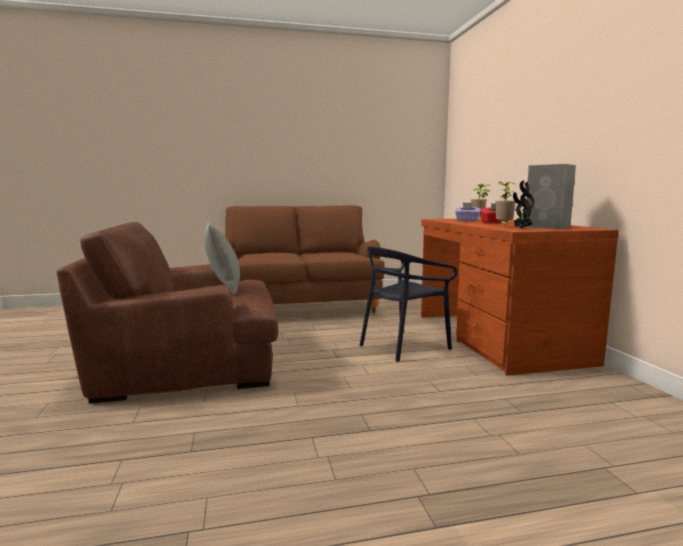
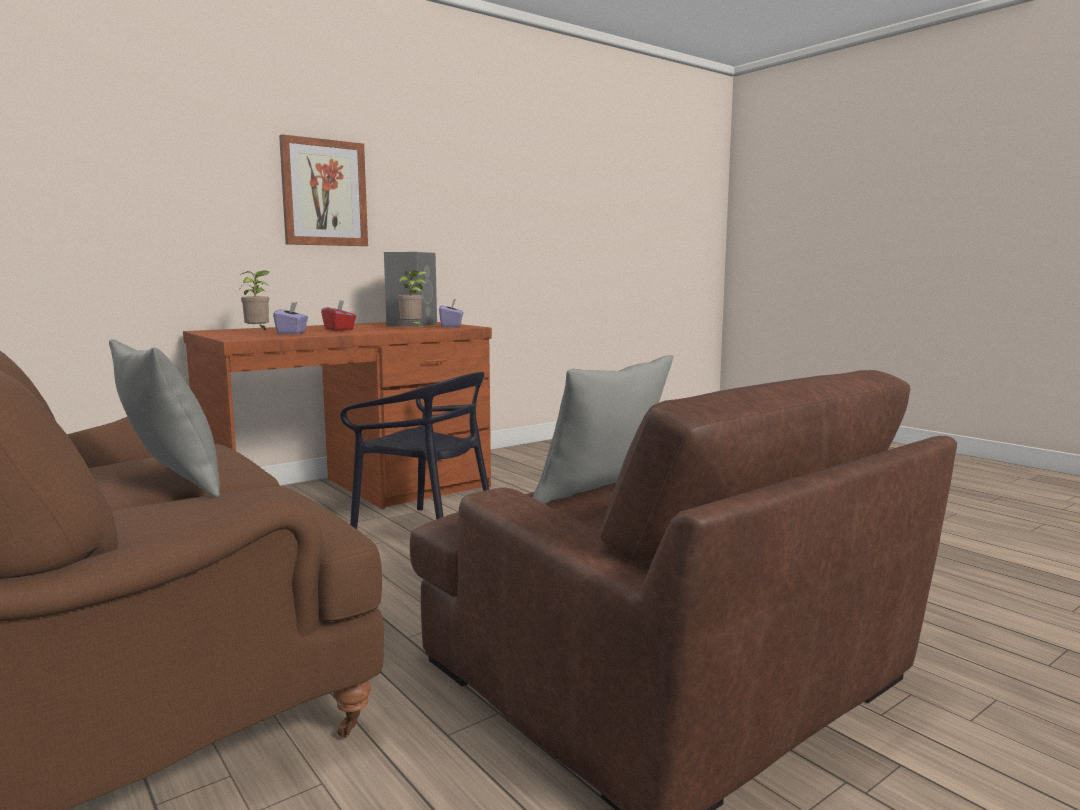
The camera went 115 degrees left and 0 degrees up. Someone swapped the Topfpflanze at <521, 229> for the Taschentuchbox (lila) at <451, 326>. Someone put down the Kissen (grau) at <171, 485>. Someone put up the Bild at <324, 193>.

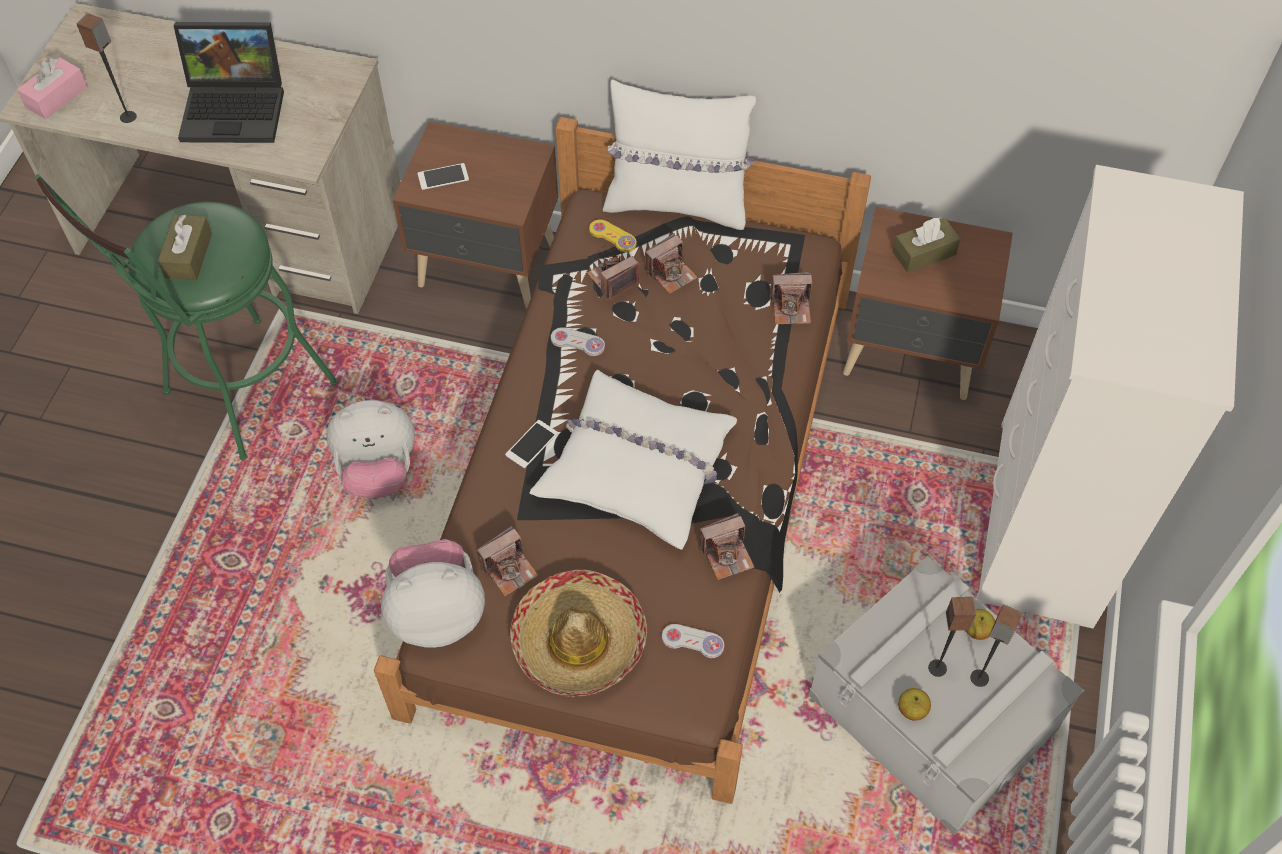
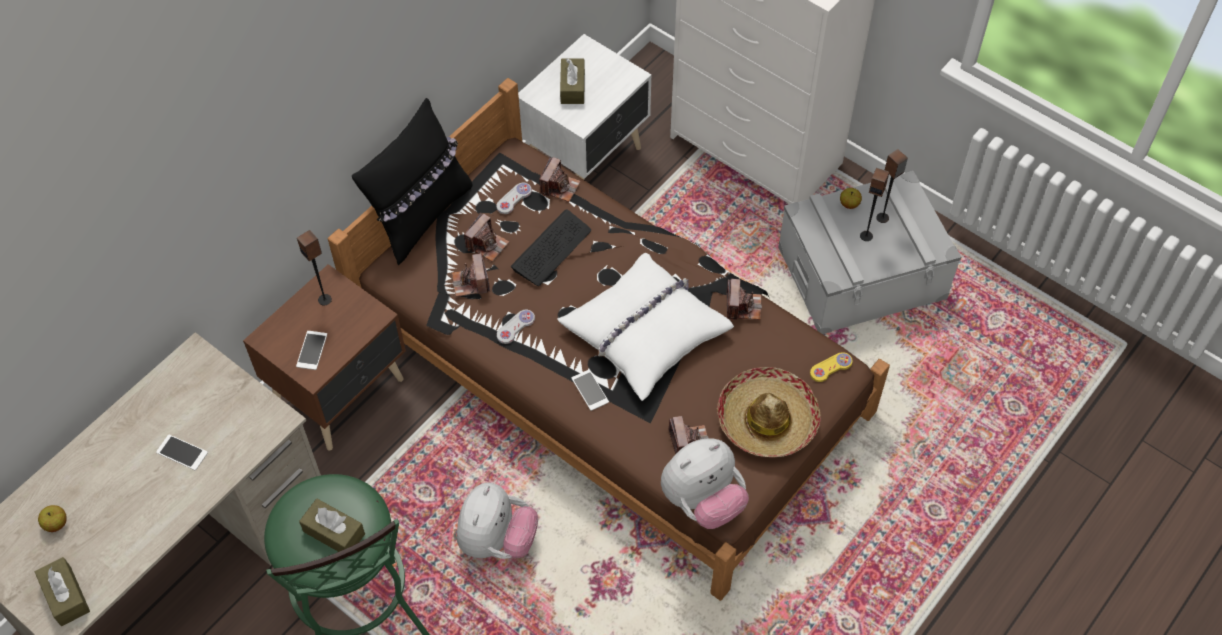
The camera went 65 degrees left and 0 degrees up. Someone repainted the Taschentuchbox (rosa) at <56, 97>, which became the Taschentuchbox (braun) at <66, 596>. Someone carried the Lautsprecher from <128, 117> to <325, 299>. Someone swapped the Laptop at <237, 108> for the Handy at <182, 452>. Someone rotated the Plüschtier at <437, 613> by 135 degrees counterclockwise. Someone carried the Gamepad (gelb) from <612, 237> to <830, 368>. Someone repainted the Kissen (weiß) at <677, 204>, which became the Kissen (schwarz) at <421, 216>. Someone rotated the Kamera at <671, 273> by 45 degrees clockwise. Someone carried the Gamepad (weiß) from <692, 641> to <514, 199>. Someone repainted the Nachttisch (braun) at <912, 354>, which became the Nachttisch (weiß) at <587, 159>. Someone carried the Apfel from <912, 710> to <56, 524>. Someone put down the Tastatur at <551, 249>.

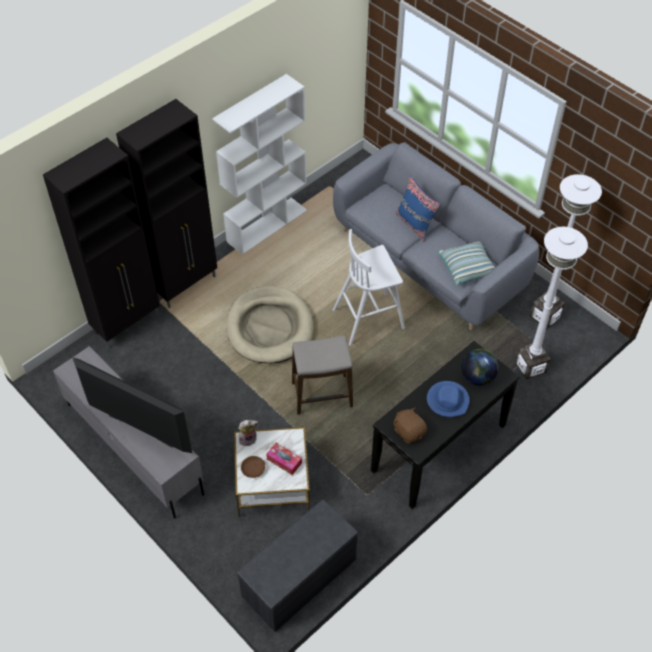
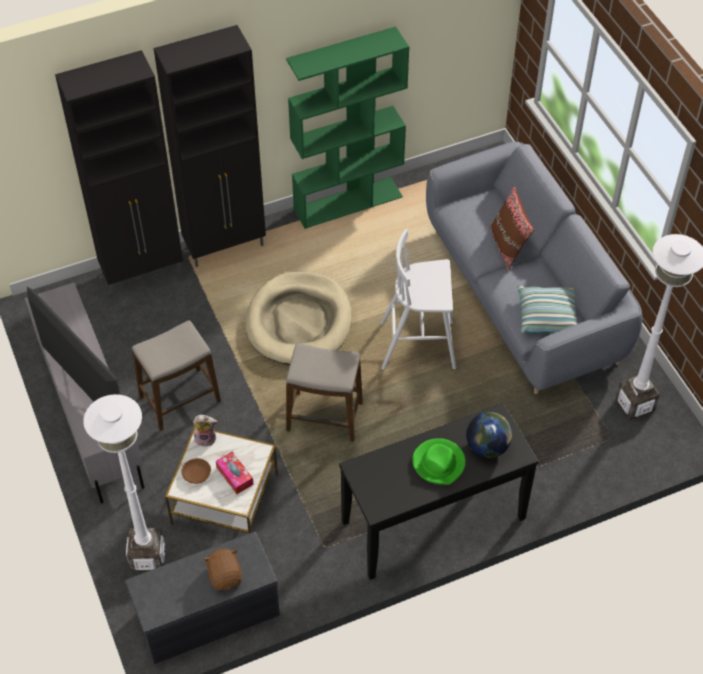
The camera went 20 degrees right and 0 degrees up. Someone repainted the Bücherregal (weiß) at <267, 225>, which became the Bücherregal (grün) at <348, 202>. Someone carried the Plüschtier (braun) from <409, 431> to <225, 576>. Someone repainted the Kissen (blau) at <415, 224>, which became the Kissen (braun) at <508, 247>. Someone repainted the Hut (blau) at <448, 400>, which became the Hut (grün) at <439, 463>. Someone carried the Stehlampe (weiß) from <531, 367> to <147, 557>. Someone put down the Hocker at <179, 399>.

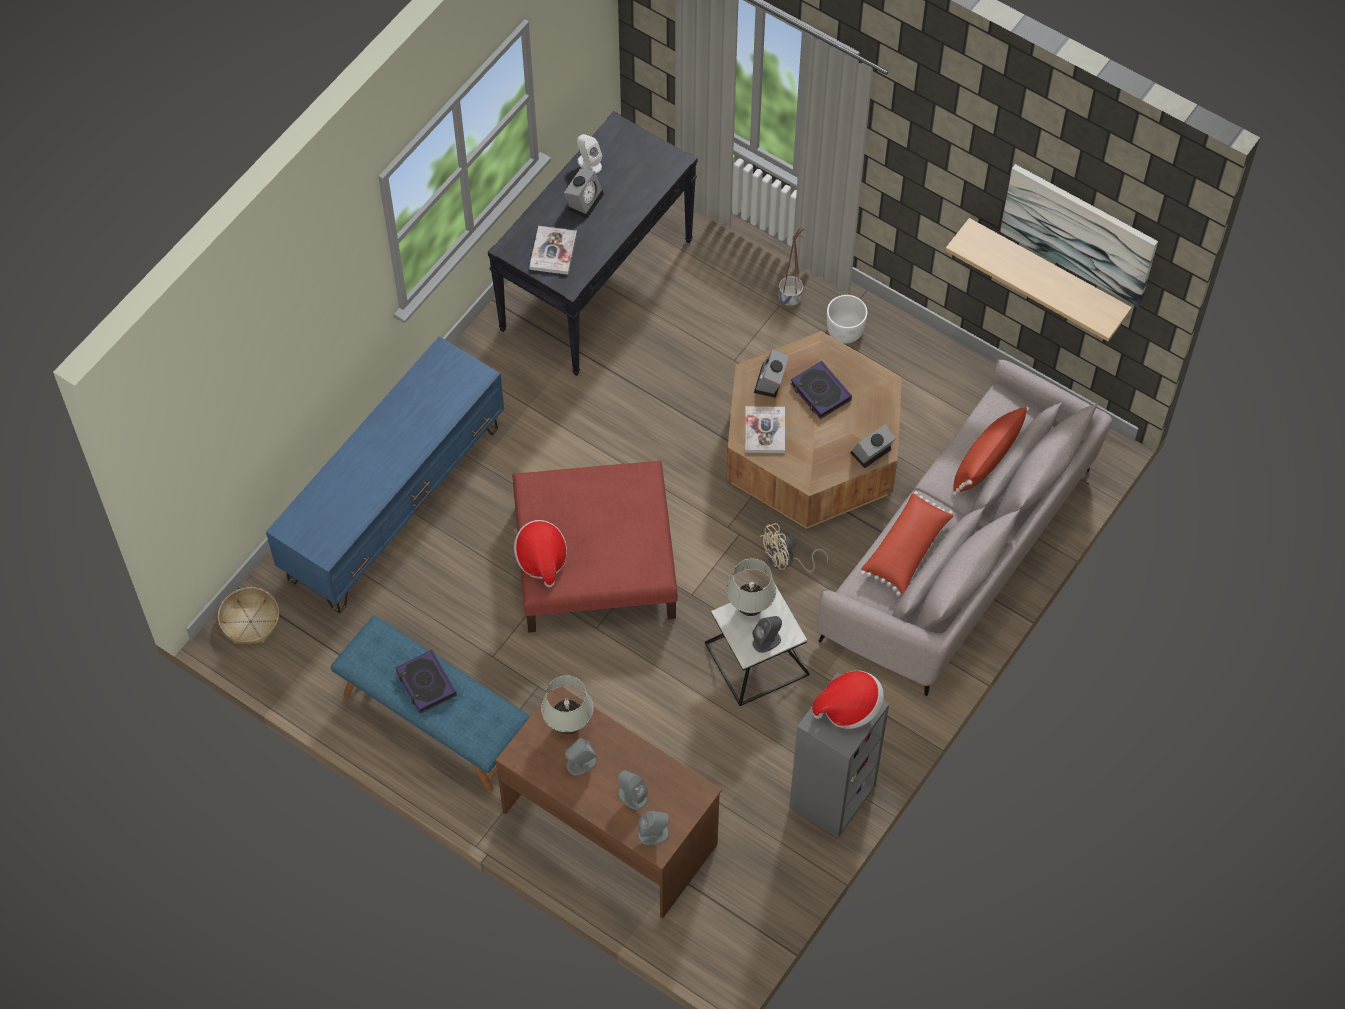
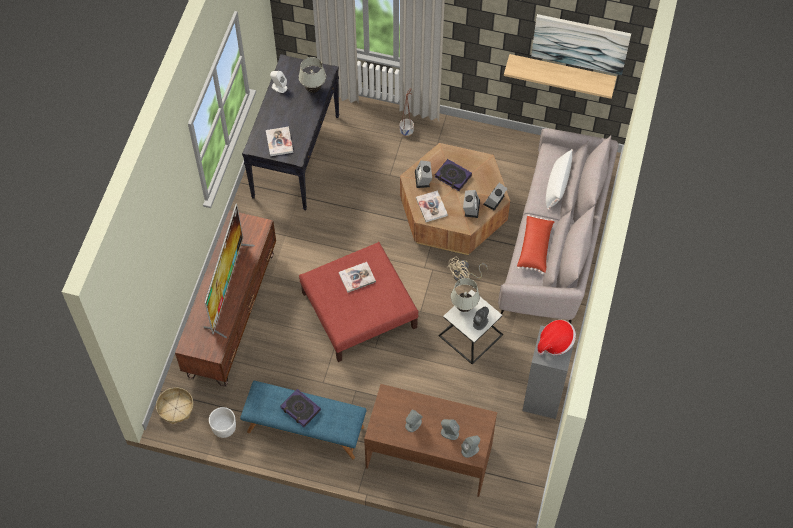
The camera went 20 degrees left and 0 degrees up. Someone repainted the Fernsehschrank (blau) at <395, 502>, which became the Fernsehschrank (braun) at <232, 313>. Someone took away the Hut at <541, 559>. Someone carried the Tischlampe (weiß) from <568, 725> to <313, 89>. Someone carried the Wecker from <584, 200> to <471, 207>. Someone carried the Pflanzkübel (weiß) from <845, 330> to <224, 428>. Someone repainted the Kissen (rot) at <986, 460>, which became the Kissen (weiß) at <557, 186>. Someone put down the Fernseher at <227, 288>. Someone put down the Buch at <357, 277>.

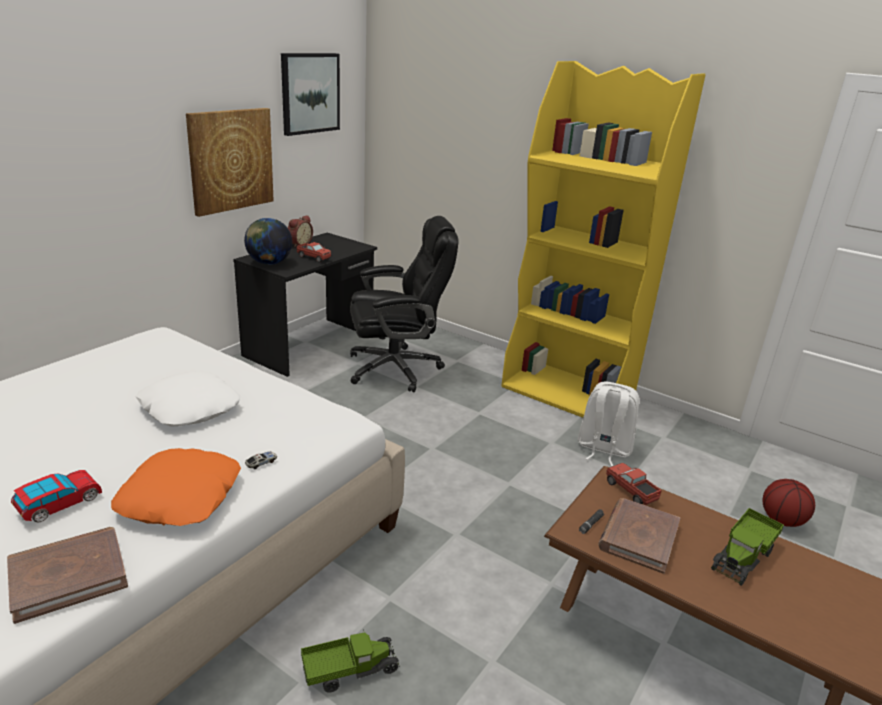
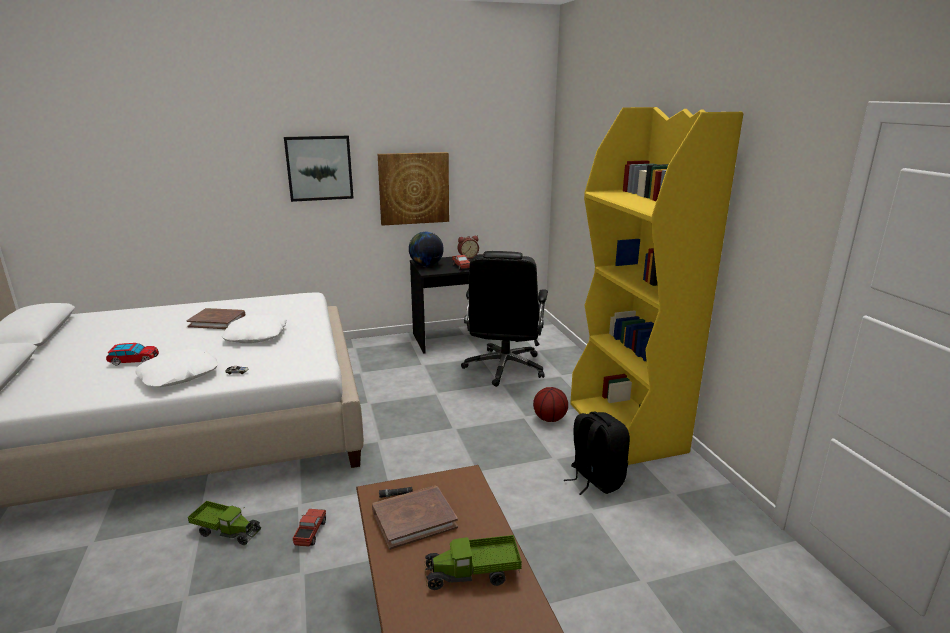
The camera went 40 degrees right and 5 degrees down. Someone carried the Buch (braun) from <68, 576> to <217, 321>. Someone repainted the Kissen (orange) at <181, 497>, which became the Kissen (weiß) at <179, 375>. Someone carried the Bild from <310, 93> to <319, 168>. Someone rotated the Bürostuhl (schwarz) at <396, 368> by 75 degrees clockwise. Someone repainted the Rucksack (weiß) at <603, 449>, which became the Rucksack (schwarz) at <595, 480>. Someone carried the Spielzeuglaster from <630, 491> to <310, 533>. Someone carried the Basketball from <782, 520> to <550, 419>.

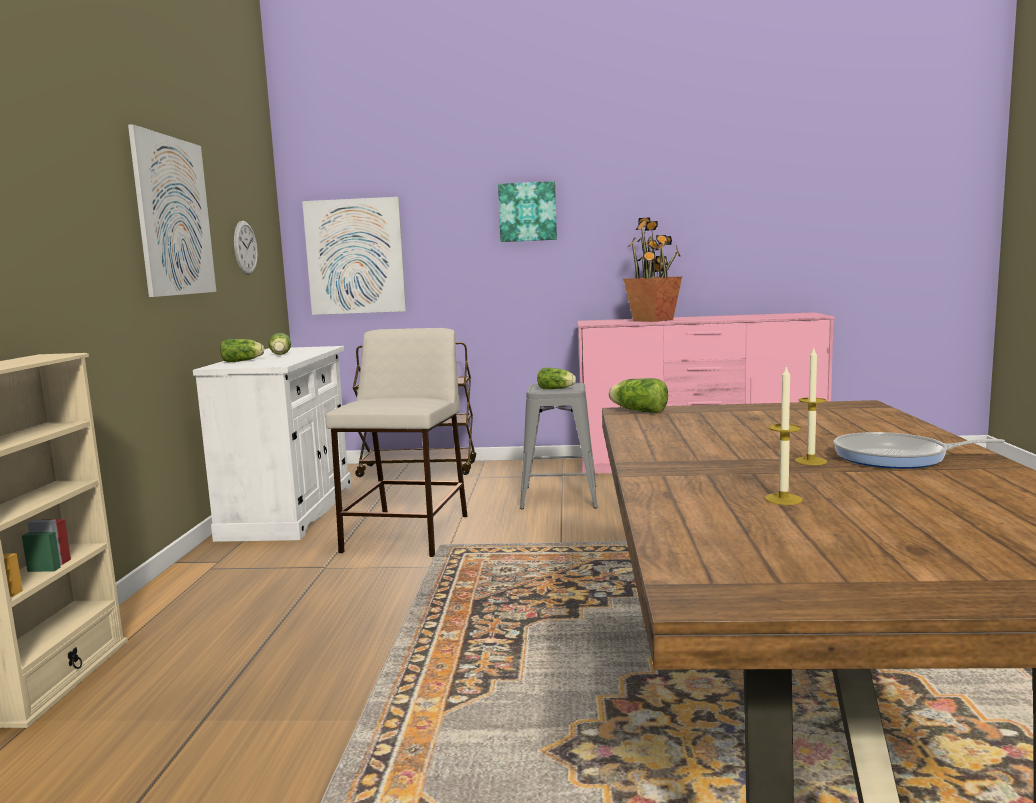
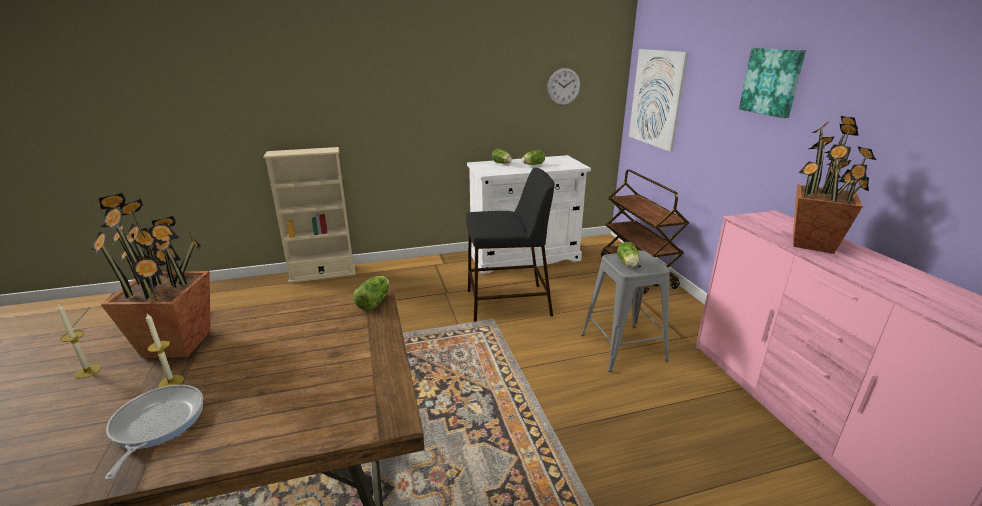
The camera went 70 degrees right and 15 degrees up. Someone took away the Bild at <174, 216>. Someone repainted the Hocker (beige) at <406, 534>, which became the Hocker (schwarz) at <507, 303>. Someone put down the Topfpflanze at <178, 343>.

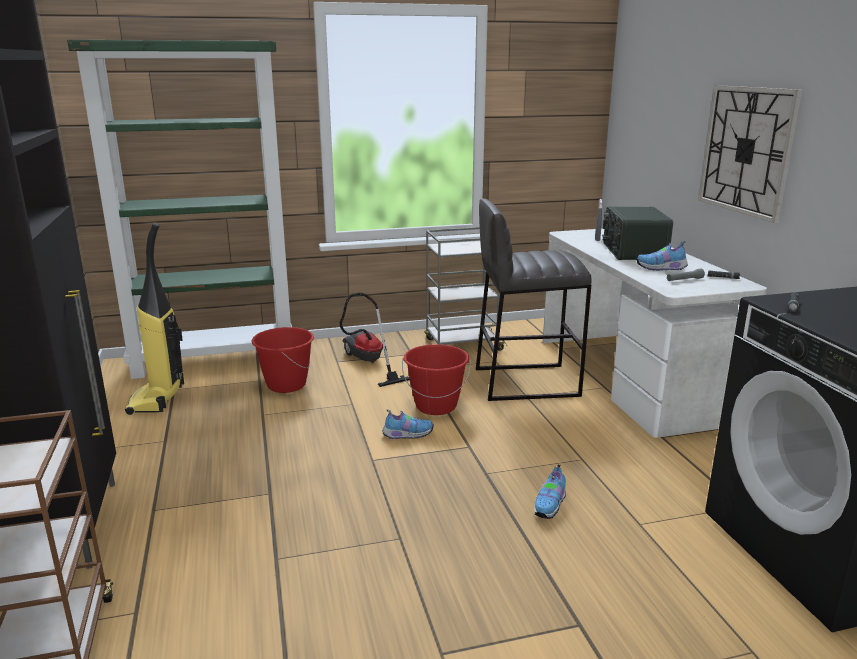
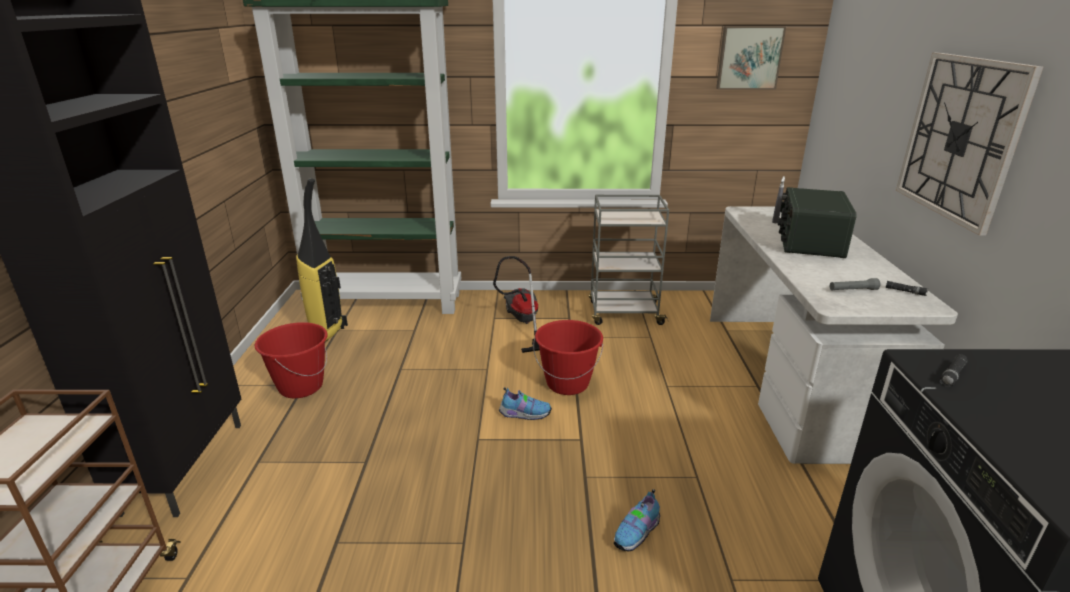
The camera went 15 degrees right and 5 degrees up. Someone carried the Eimer (rot) from <286, 385> to <300, 387>. Someone took away the Hocker (grau) at <525, 381>. Someone took away the Schuh at <662, 269>. Someone put up the Bild at <749, 58>.

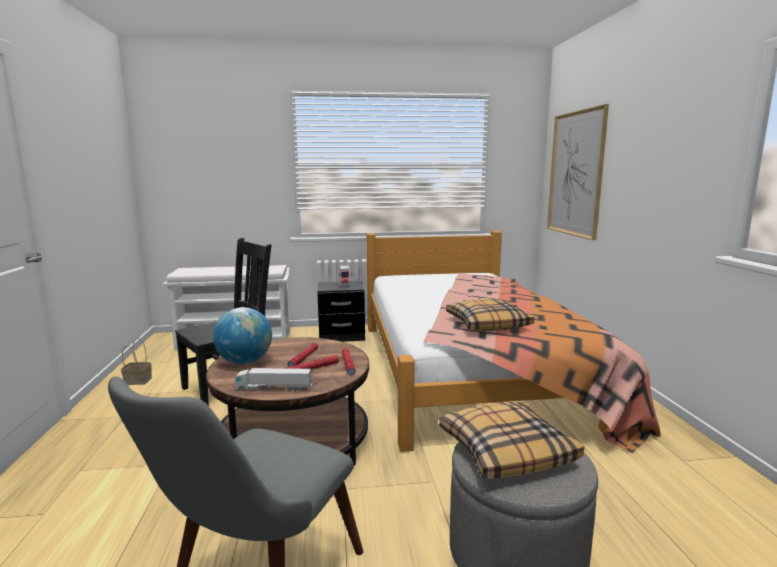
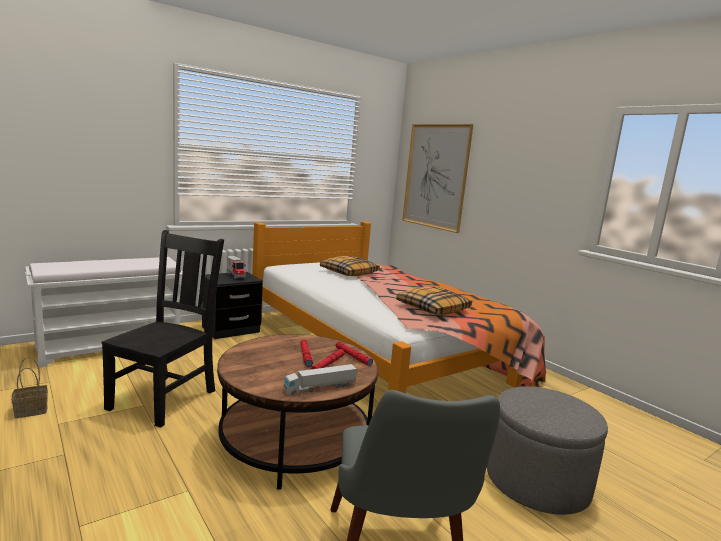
The camera went 30 degrees left and 0 degrees up. Someone took away the Globus at <245, 362>. Someone carried the Kissen from <506, 450> to <349, 272>.

